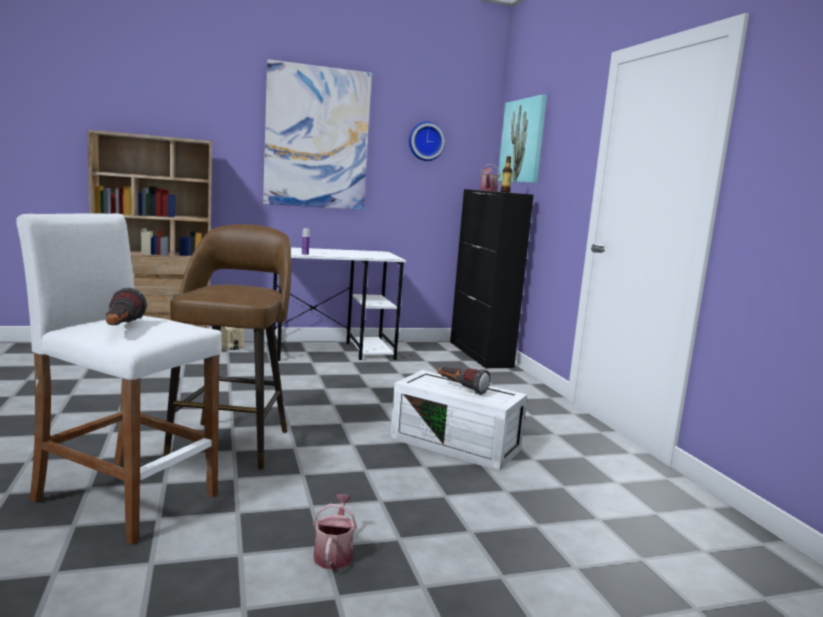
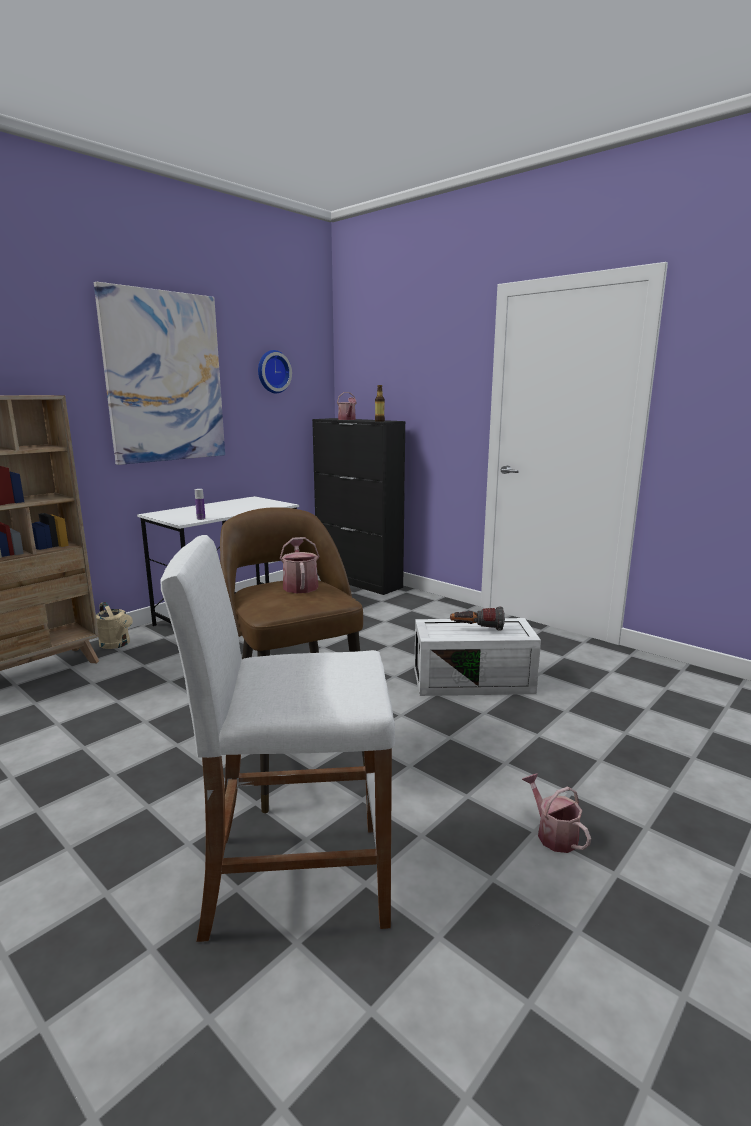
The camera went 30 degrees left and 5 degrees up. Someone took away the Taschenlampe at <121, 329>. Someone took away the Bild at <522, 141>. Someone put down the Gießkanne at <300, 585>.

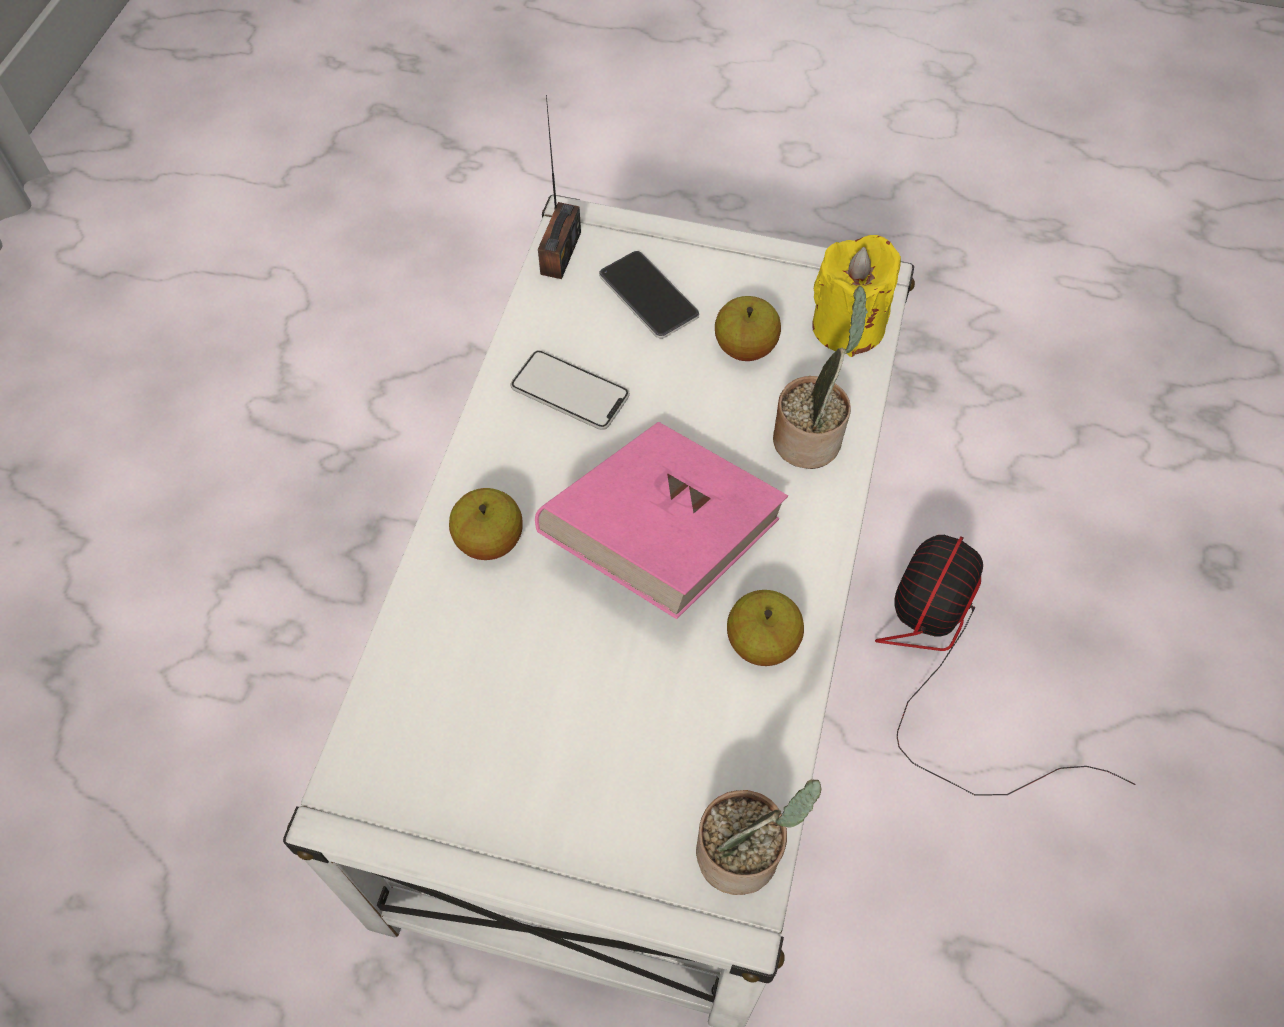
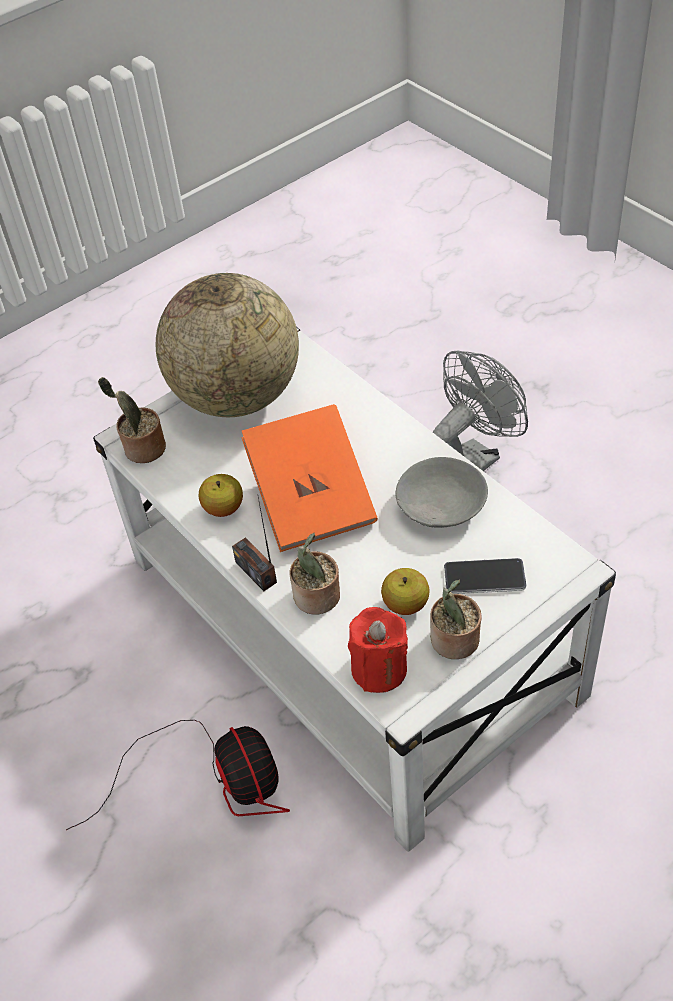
The camera went 130 degrees right and 10 degrees down. Someone took away the Apfel at <489, 540>. Someone swapped the Handy at <570, 391> for the Schüssel (grau) at <439, 506>. Someone repainted the Buch (rosa) at <663, 540>, which became the Buch (orange) at <312, 499>. Someone carried the Radio from <560, 253> to <256, 572>. Someone repainted the Kerze (gelb) at <848, 326>, which became the Kerze (rot) at <379, 669>. Someone put down the Globus at <237, 396>. Someone put down the Topfpflanze at <454, 642>. Someone put down the Ventilator (grau) at <472, 460>.

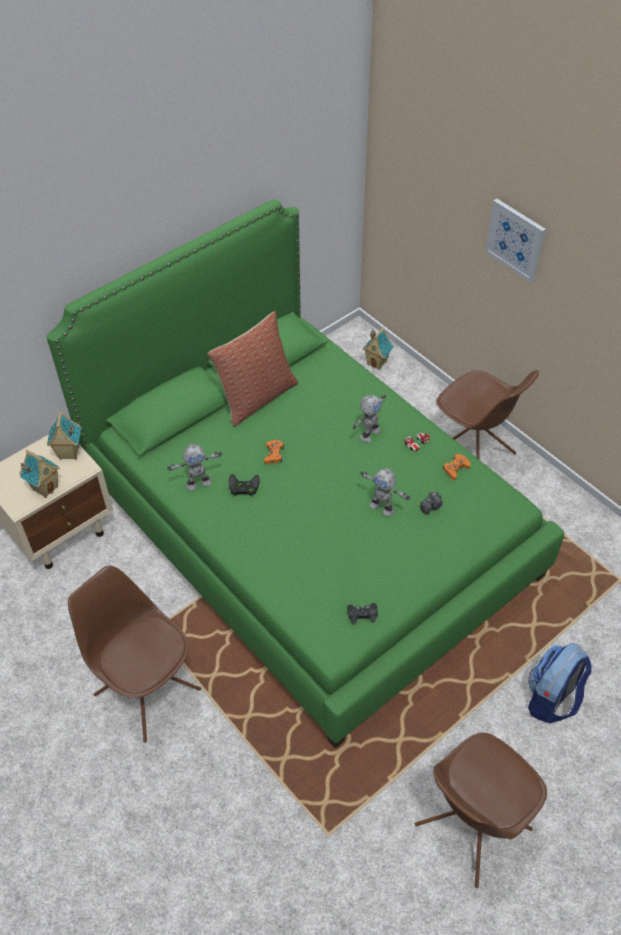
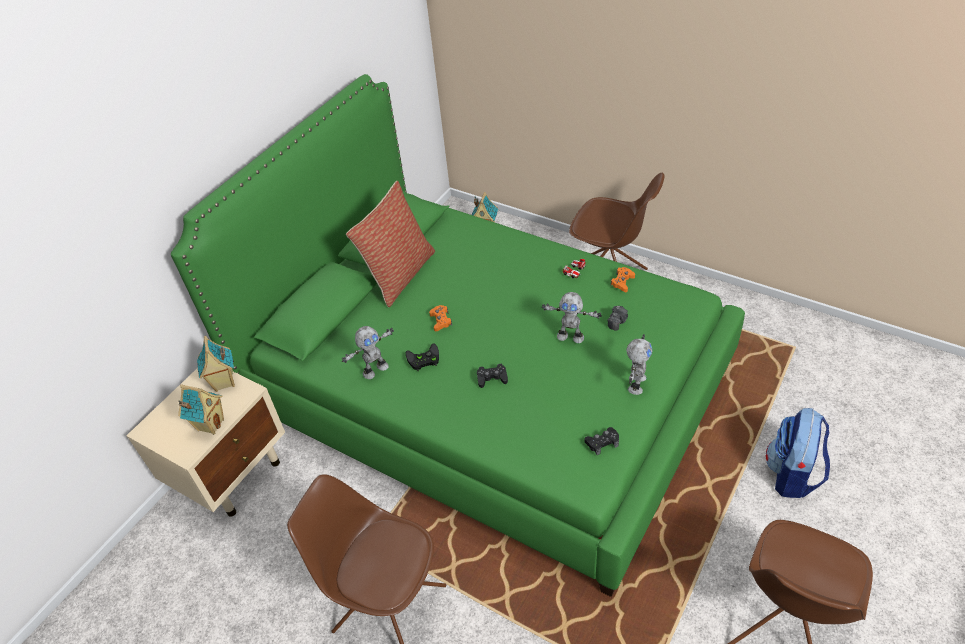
The camera went 15 degrees left and 5 degrees down. Someone carried the Spielzeugroboter from <369, 433> to <635, 383>. Someone took away the Bild at <515, 239>. Someone put down the Gamepad (schwarz) at <492, 378>.

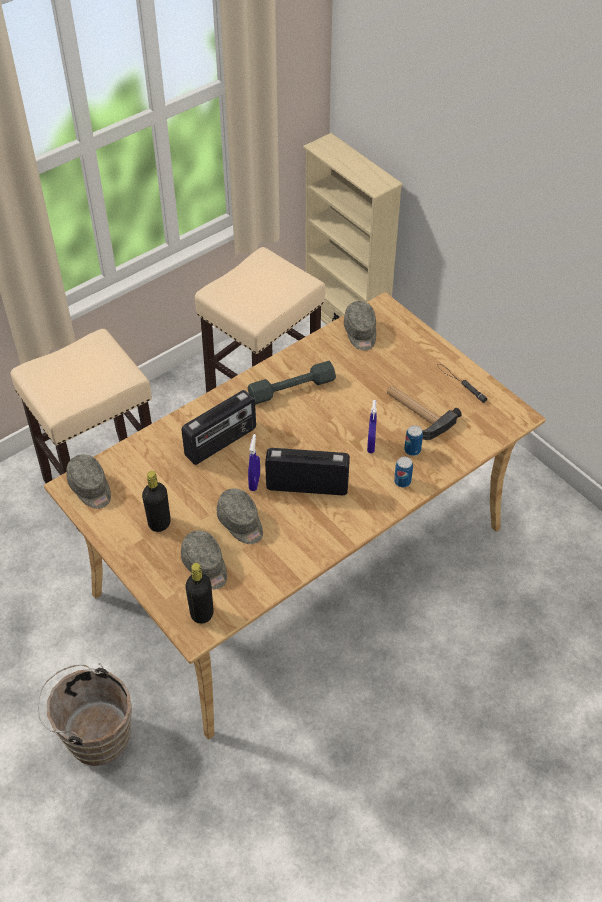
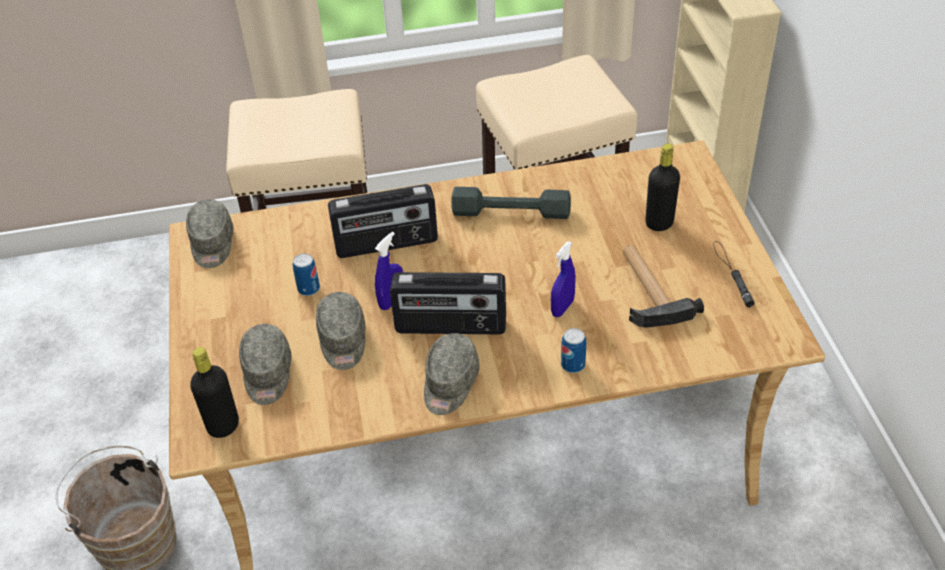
The camera went 30 degrees right and 5 degrees down. Someone carried the Flasche (schwarz) from <159, 523> to <659, 223>. Someone rotated the Radio at <307, 485> by 150 degrees clockwise. Someone carried the Kappe (grau) from <360, 333> to <449, 384>. Someone carried the Dose from <412, 450> to <308, 289>.

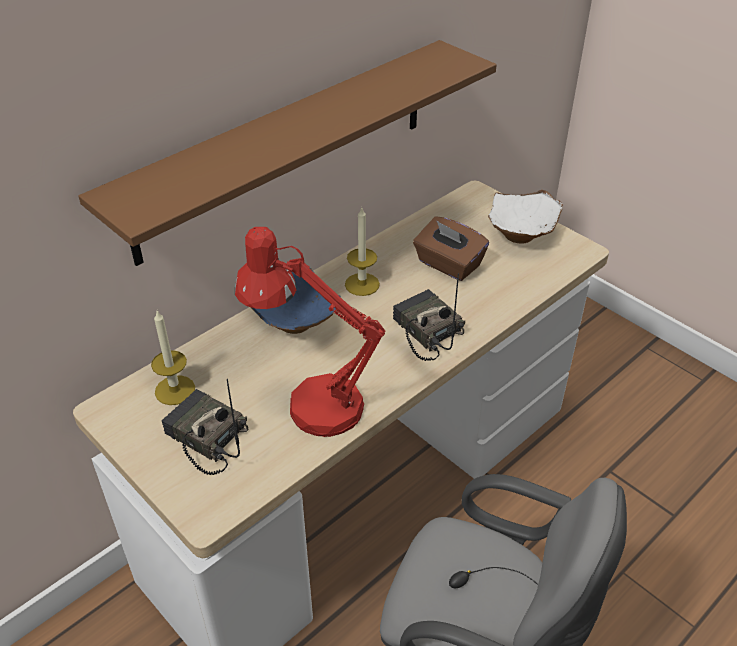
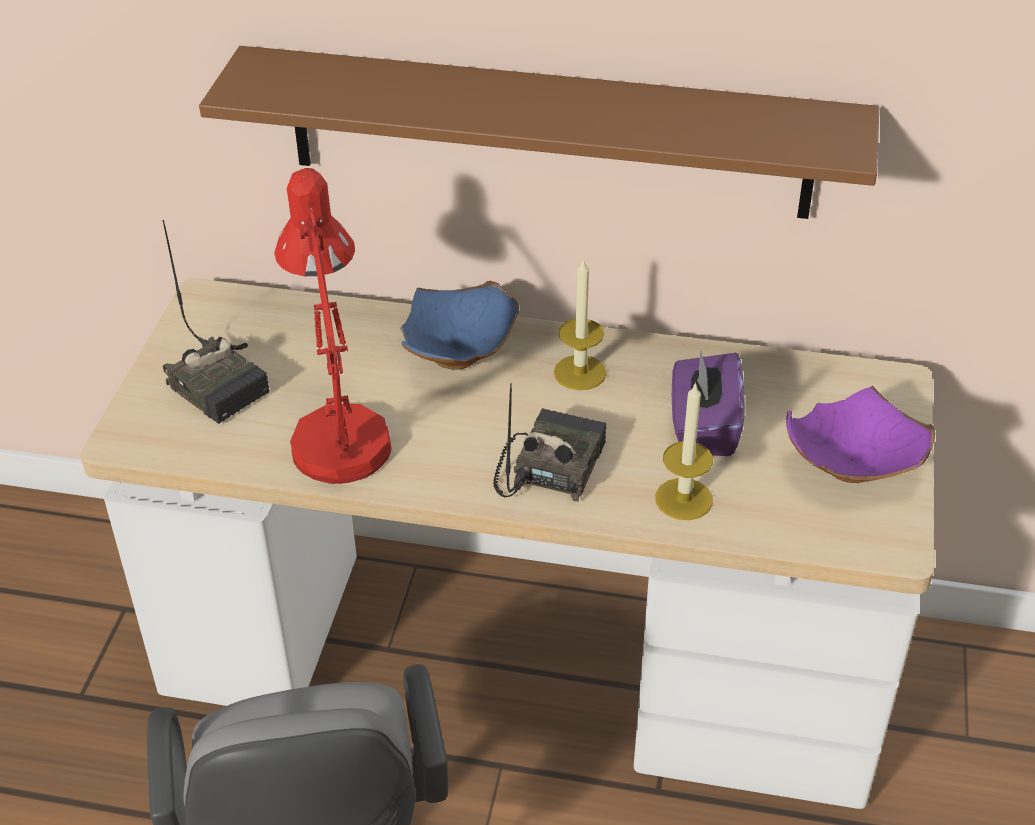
The camera went 55 degrees right and 0 degrees up. Someone carried the Kerze from <175, 390> to <683, 499>. Someone rotated the Radio at <205, 438> by 135 degrees clockwise. Someone repainted the Taschentuchbox (braun) at <448, 265>, which became the Taschentuchbox (lila) at <703, 428>. Someone repainted the Schüssel (weiß) at <522, 235>, which became the Schüssel (lila) at <853, 469>.

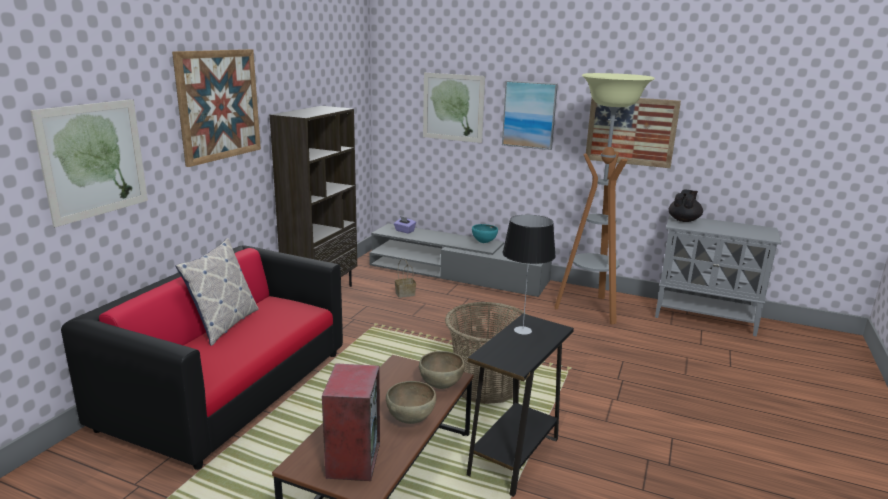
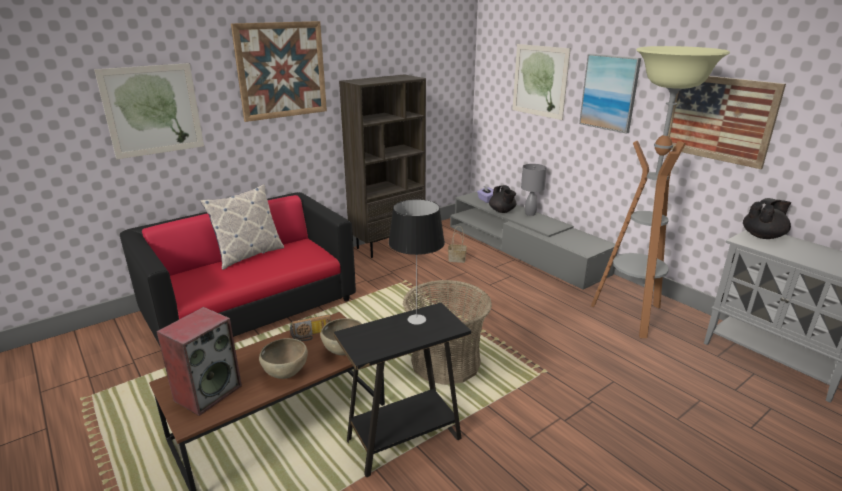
The camera went 30 degrees right and 5 degrees up. Someone took away the Schüssel (türkis) at <484, 242>. Someone put down the Radio at <312, 335>. Someone put down the Teekanne (schwarz) at <502, 211>. Someone put down the Tischlampe (grau) at <530, 214>.

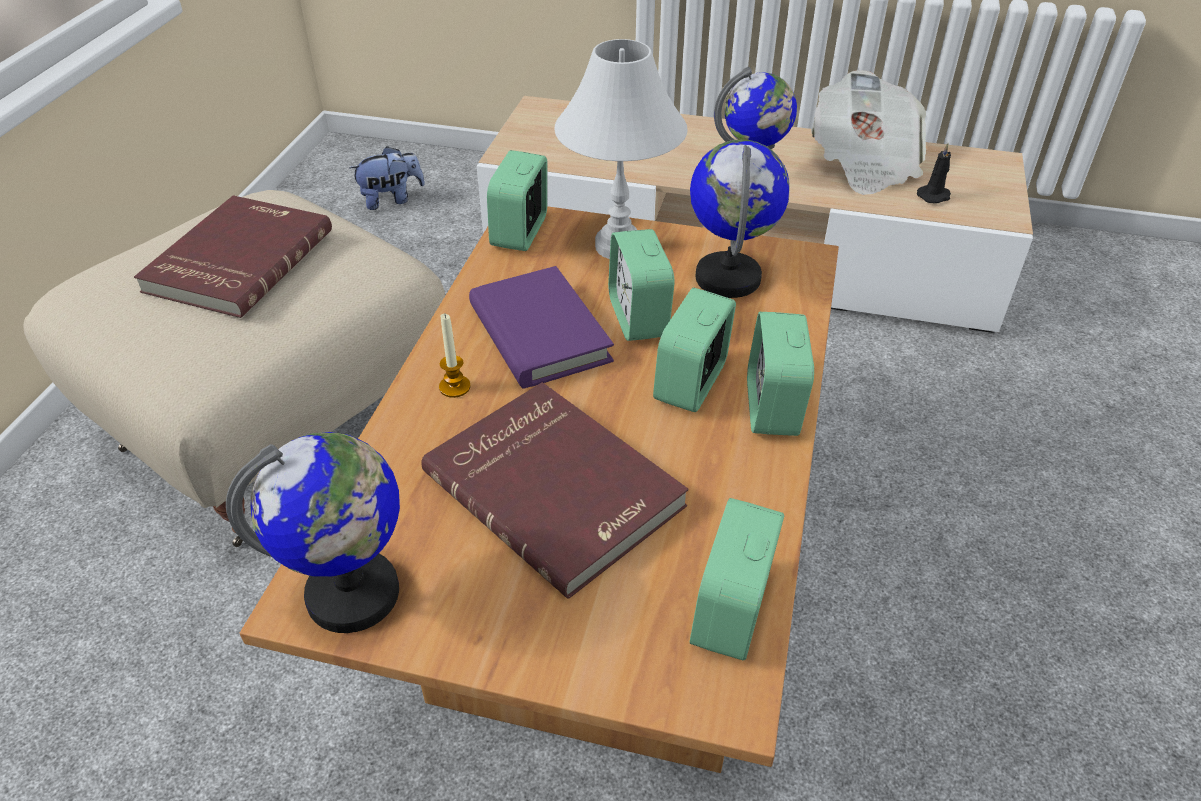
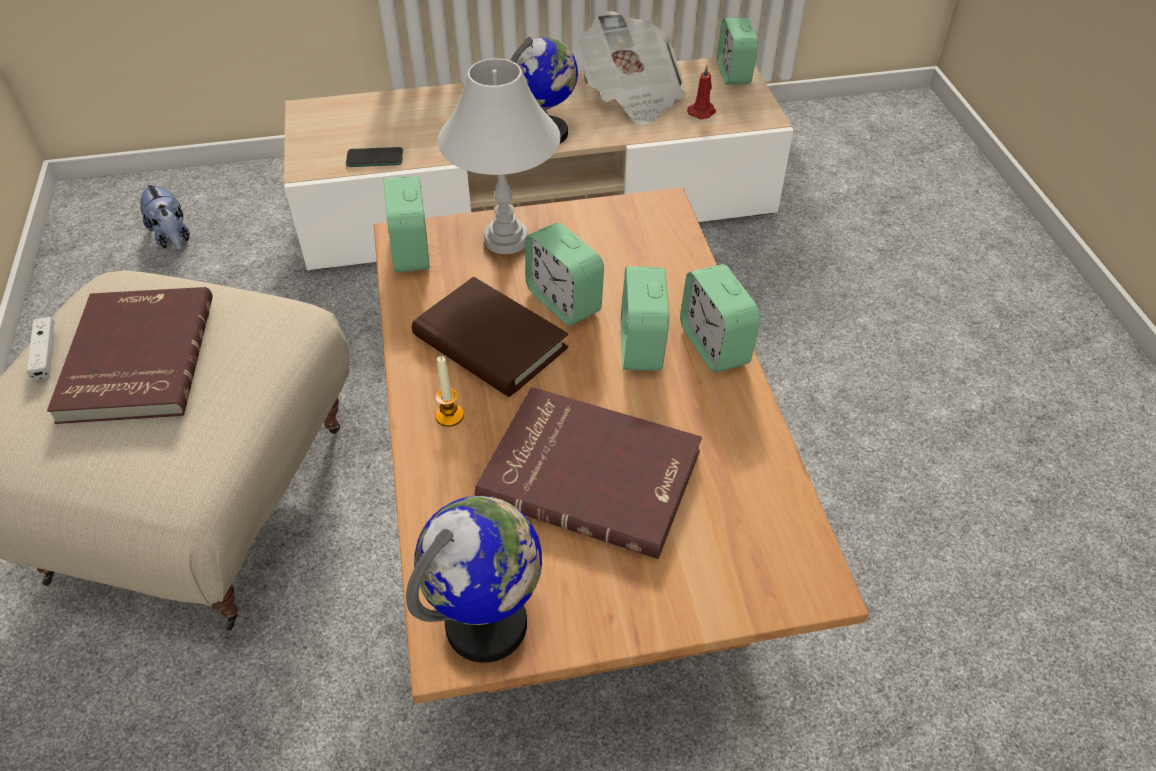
The camera went 25 degrees left and 5 degrees up. Someone rotated the Plüschtier at <391, 199> by 105 degrees clockwise. Someone repainted the Buch (lila) at <539, 333>, which became the Buch (braun) at <490, 342>. Someone took away the Globus at <728, 278>. Someone carried the Wecker from <731, 612> to <734, 74>. Someone repainted the Kerze (schwarz) at <934, 196>, which became the Kerze (rot) at <702, 112>. Someone put down the Gamepad (weiß) at <45, 354>. Someone put down the Handy at <375, 158>.

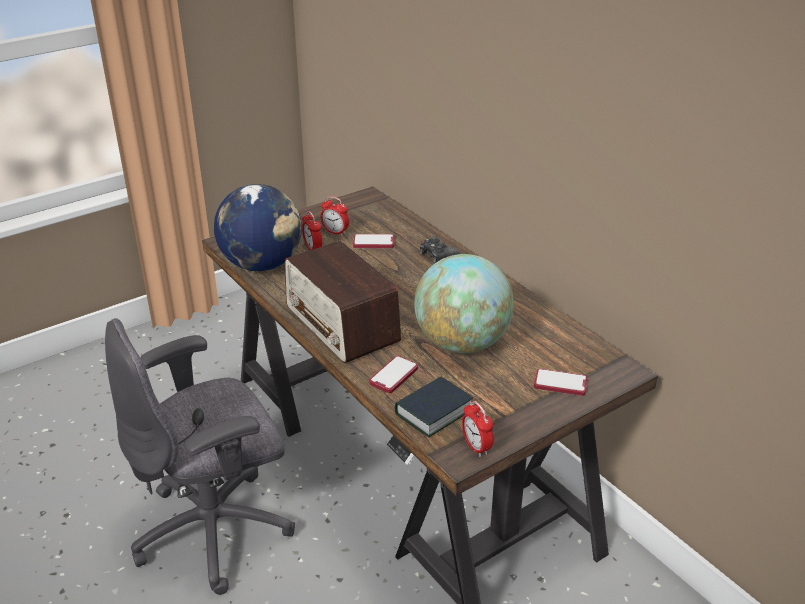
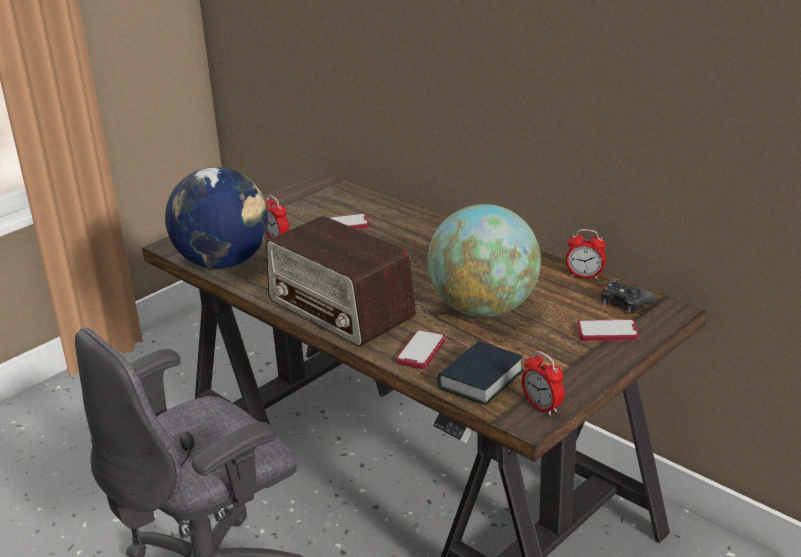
The camera went 10 degrees left and 5 degrees down. Someone carried the Wecker from <335, 232> to <585, 276>. Someone carried the Gamepad (schwarz) from <437, 255> to <625, 302>.

